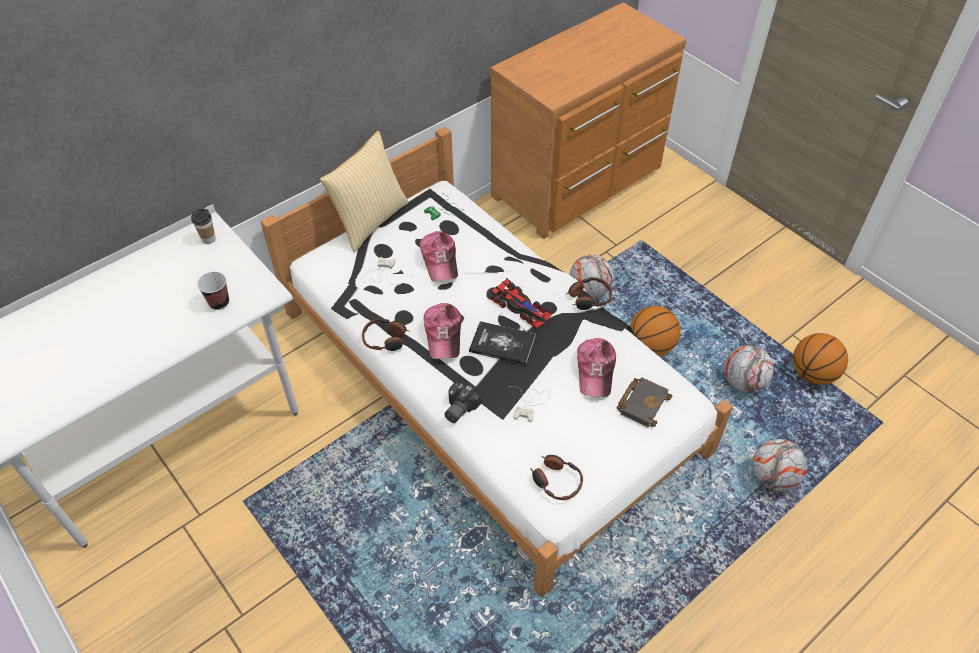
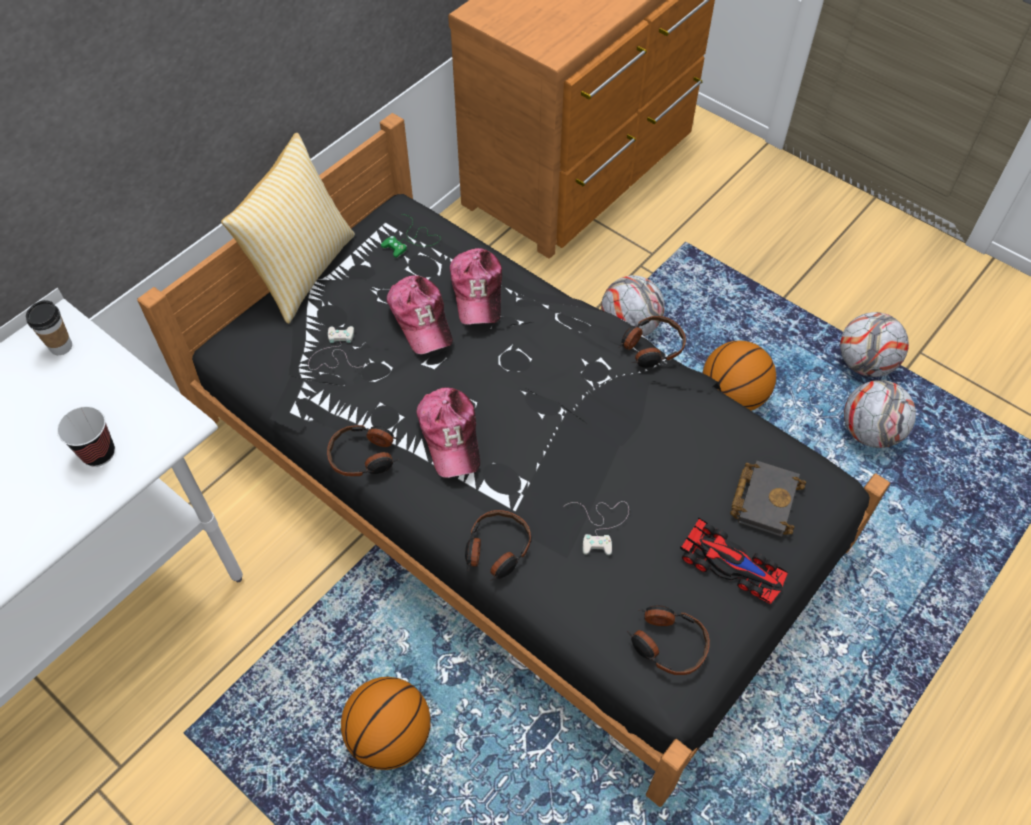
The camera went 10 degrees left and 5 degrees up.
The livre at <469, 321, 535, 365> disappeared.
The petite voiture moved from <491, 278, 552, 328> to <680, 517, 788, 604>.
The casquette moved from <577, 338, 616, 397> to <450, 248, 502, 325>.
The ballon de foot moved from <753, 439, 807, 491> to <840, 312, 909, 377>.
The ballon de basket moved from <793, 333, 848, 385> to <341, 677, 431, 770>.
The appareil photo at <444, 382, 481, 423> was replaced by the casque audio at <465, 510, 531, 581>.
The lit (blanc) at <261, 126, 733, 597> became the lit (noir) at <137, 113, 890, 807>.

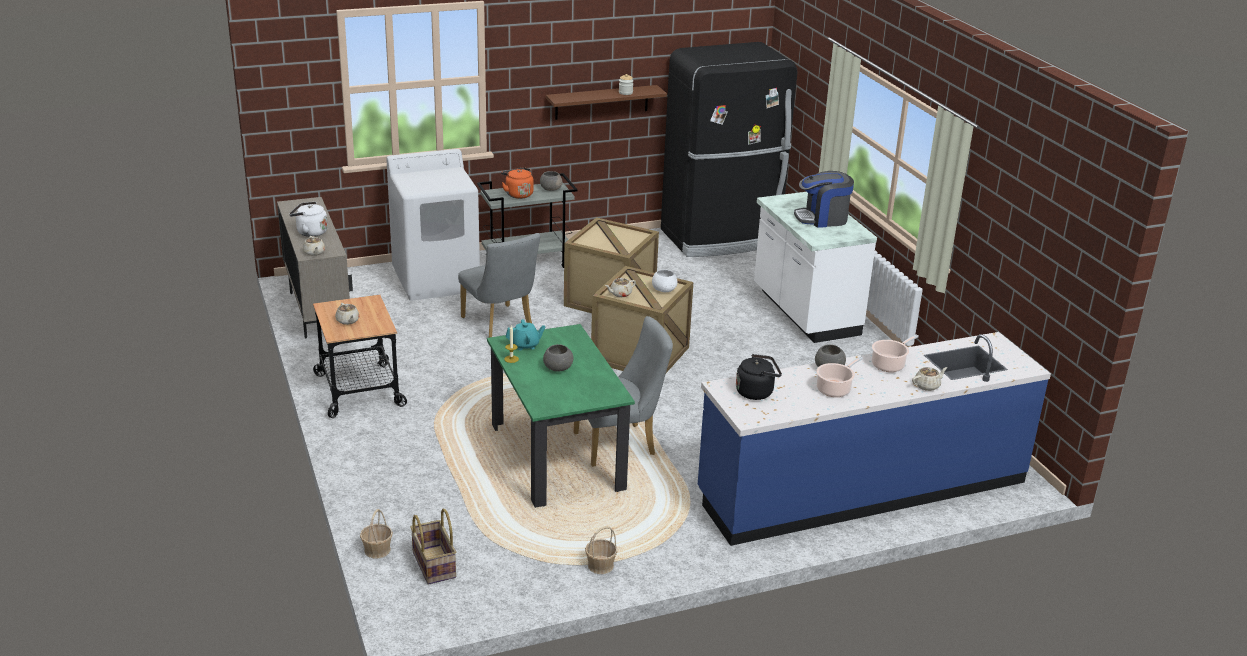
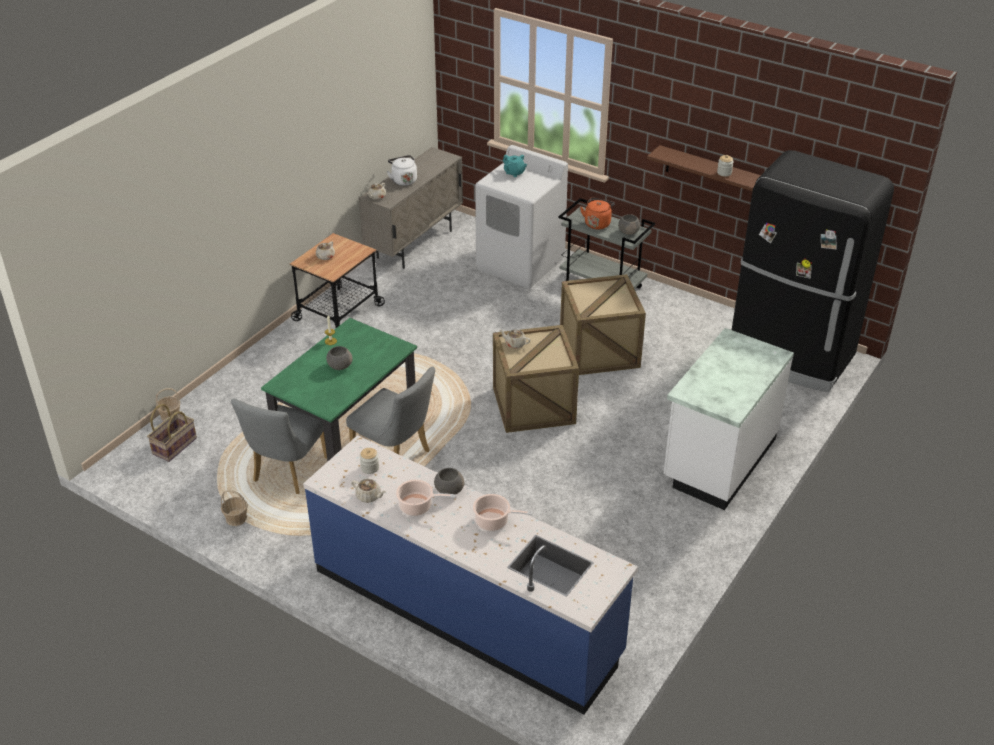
The camera went 55 degrees right and 10 degrees up.
The bol (blanc) at <652, 269, 678, 292> disappeared.
The machine à café at <794, 171, 854, 228> disappeared.
The chaise (gris) moved from <458, 233, 540, 338> to <231, 399, 327, 494>.
The théière (turquoise) moved from <506, 319, 546, 351> to <503, 155, 527, 177>.
The théière (beige) moved from <912, 367, 948, 391> to <351, 479, 386, 503>.
The bouilloire (noir) at <736, 354, 782, 400> was replaced by the bocal at <360, 448, 379, 474>.

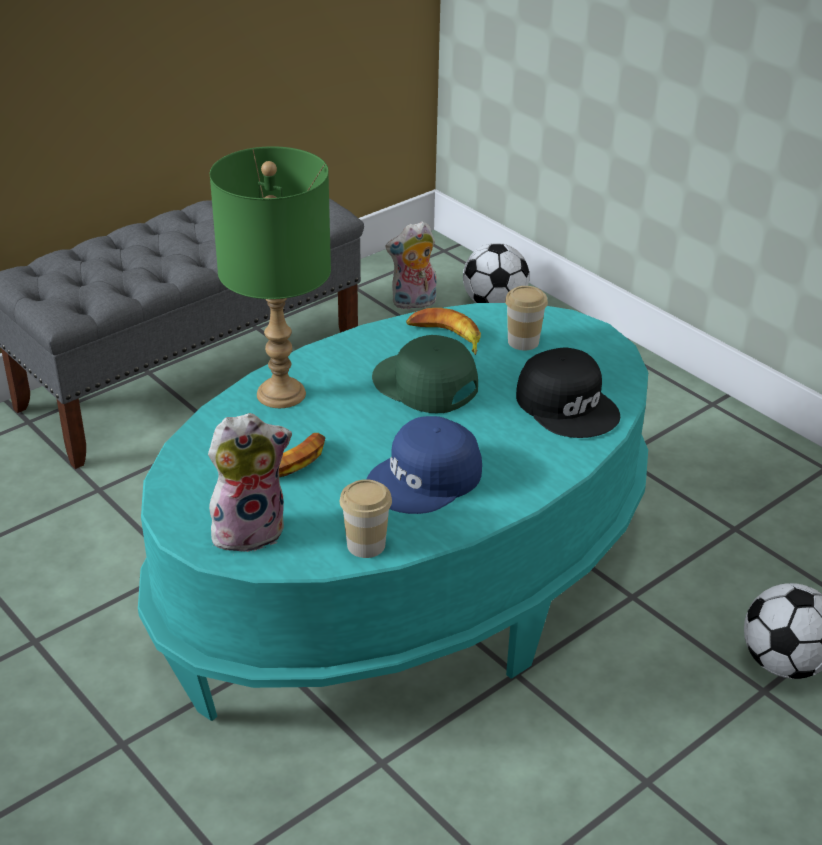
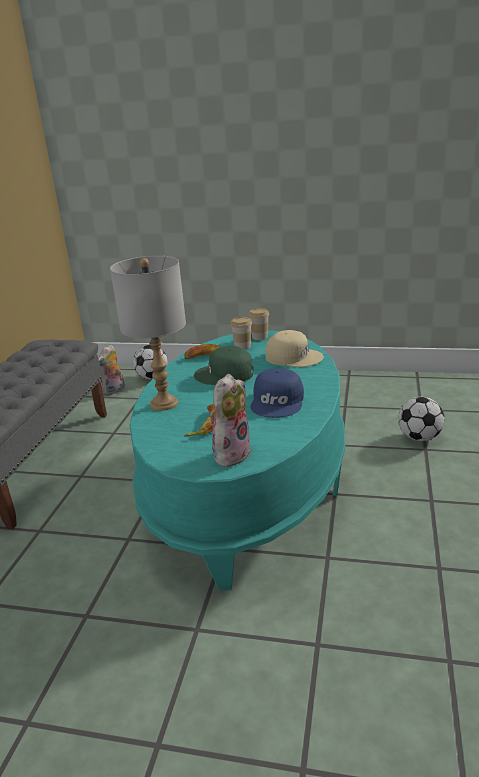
The camera went 35 degrees left and 10 degrees down.
The tasse moved from <340, 479, 392, 558> to <248, 308, 269, 340>.
The lampe de table (vert) at <210, 146, 331, 408> became the lampe de table (gris) at <110, 256, 186, 411>.
The casquette (noir) at <516, 347, 620, 438> became the casquette (beige) at <266, 330, 324, 367>.

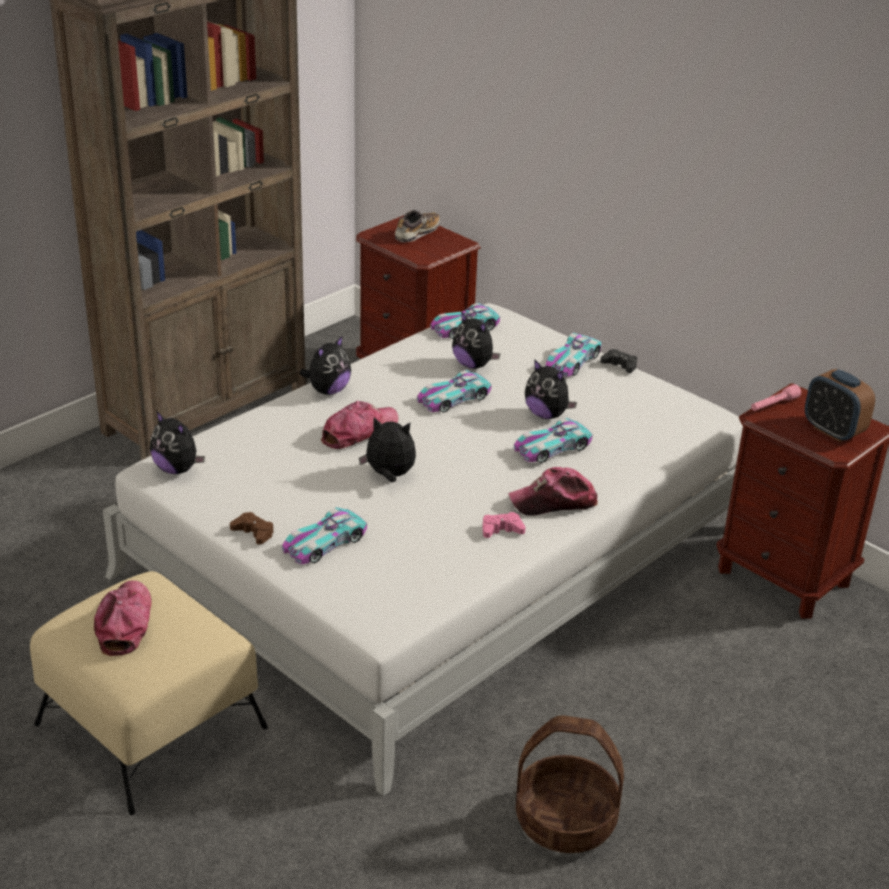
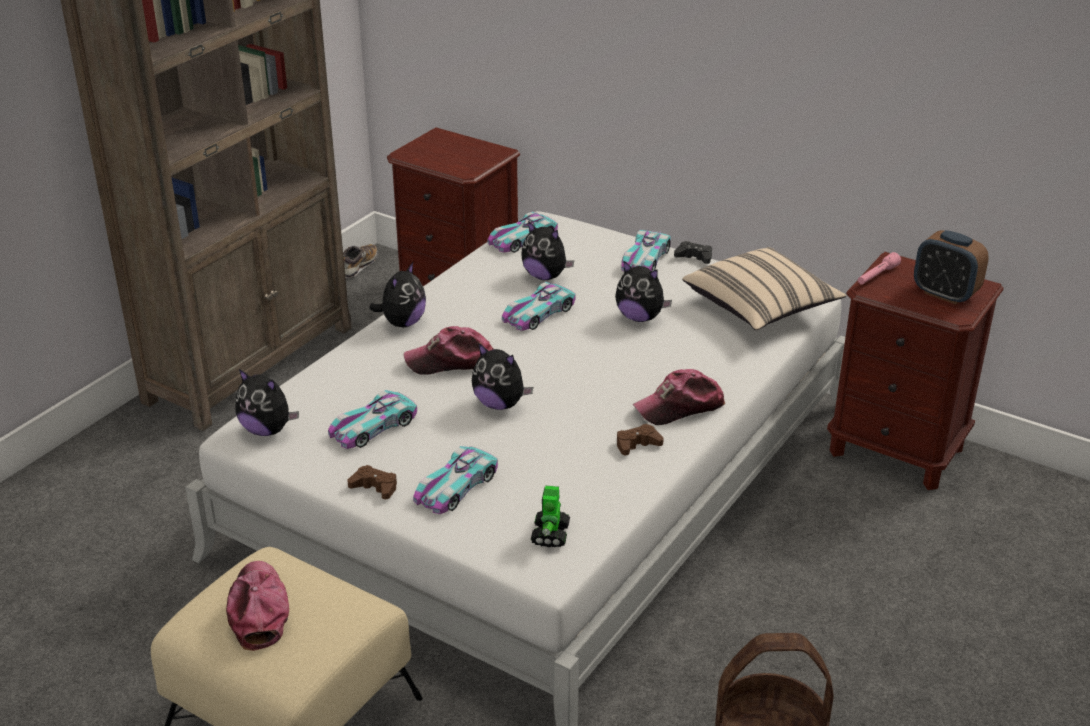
The camera went 10 degrees left and 0 degrees up.
The robot jouet at <531, 486, 570, 547> appeared.
The coussin (beige) at <682, 247, 846, 330> appeared.
The chaussure moved from <395, 210, 440, 242> to <343, 244, 378, 278>.
The petite voiture moved from <514, 418, 593, 463> to <328, 390, 417, 449>.
The manette (rose) at <482, 512, 526, 538> became the manette (marron) at <617, 424, 664, 455>.
The casquette at <321, 401, 398, 449> turned 135 degrees counterclockwise.
The peluche at <359, 417, 416, 482> turned 150 degrees counterclockwise.

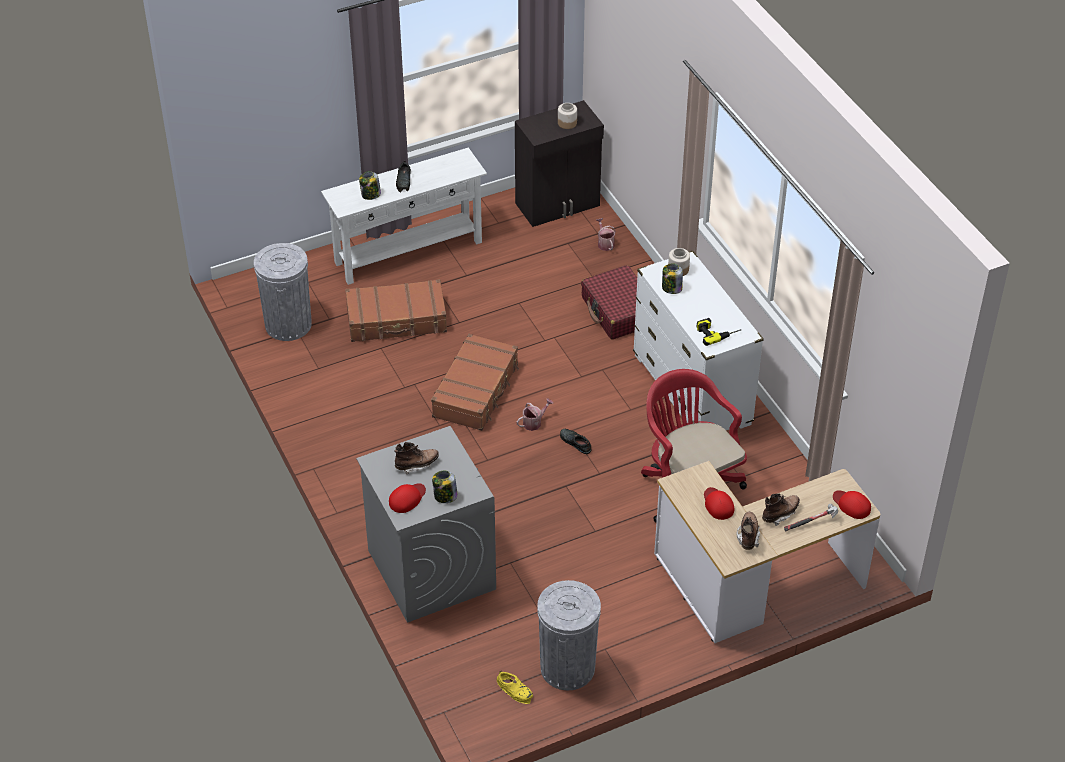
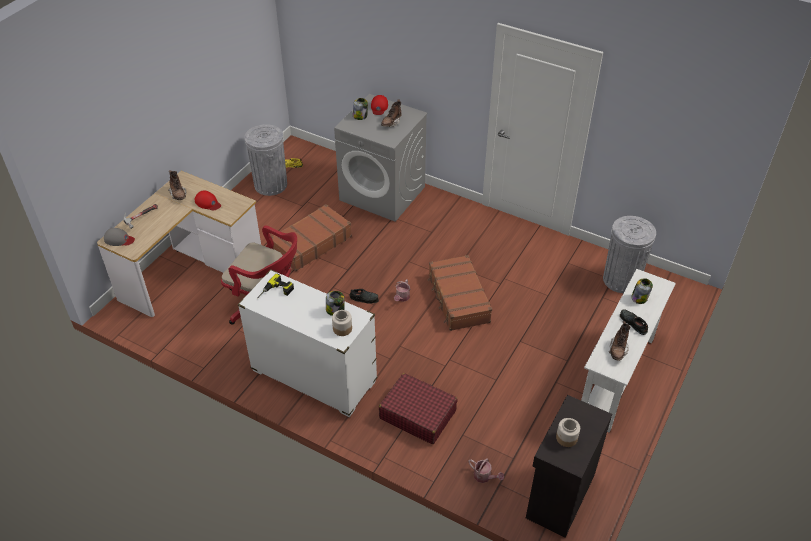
The camera went 145 degrees right and 0 degrees up.
The valise (marron) moved from <345, 279, 447, 342> to <271, 204, 352, 271>.
The botte (marron) moved from <762, 494, 800, 526> to <609, 321, 630, 361>.
The casquette (rouge) at <833, 490, 871, 519> became the casquette (gris) at <104, 228, 135, 246>.

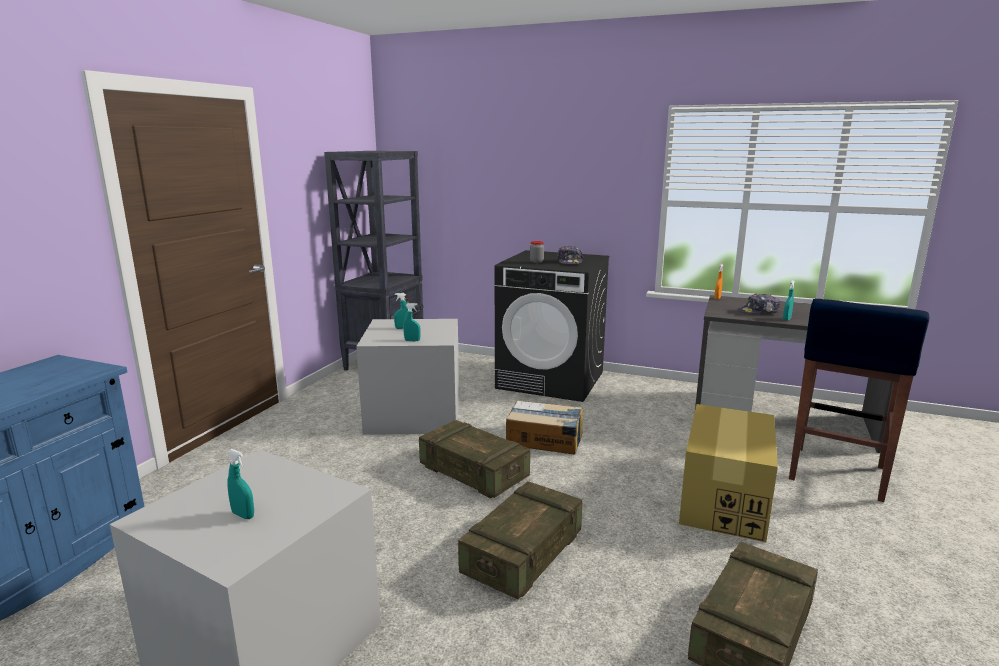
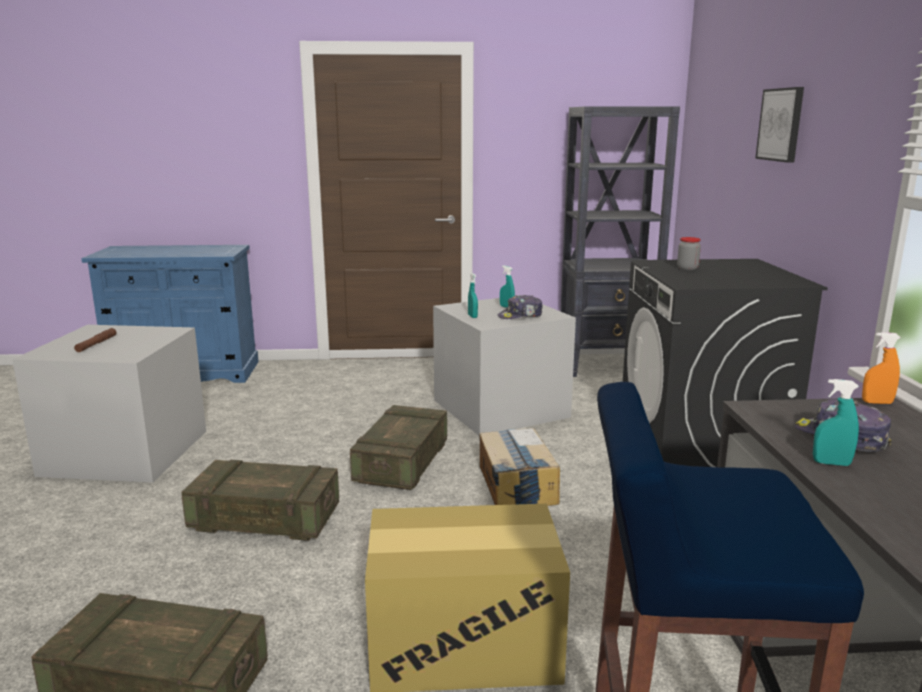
The camera went 65 degrees right and 0 degrees up.
The tableau at <755, 87, 804, 163> appeared.
The casquette moved from <557, 245, 583, 264> to <498, 295, 543, 319>.
The vaporisateur (turquoise) at <227, 449, 254, 519> was replaced by the lampe de poche (marron) at <74, 328, 117, 352>.

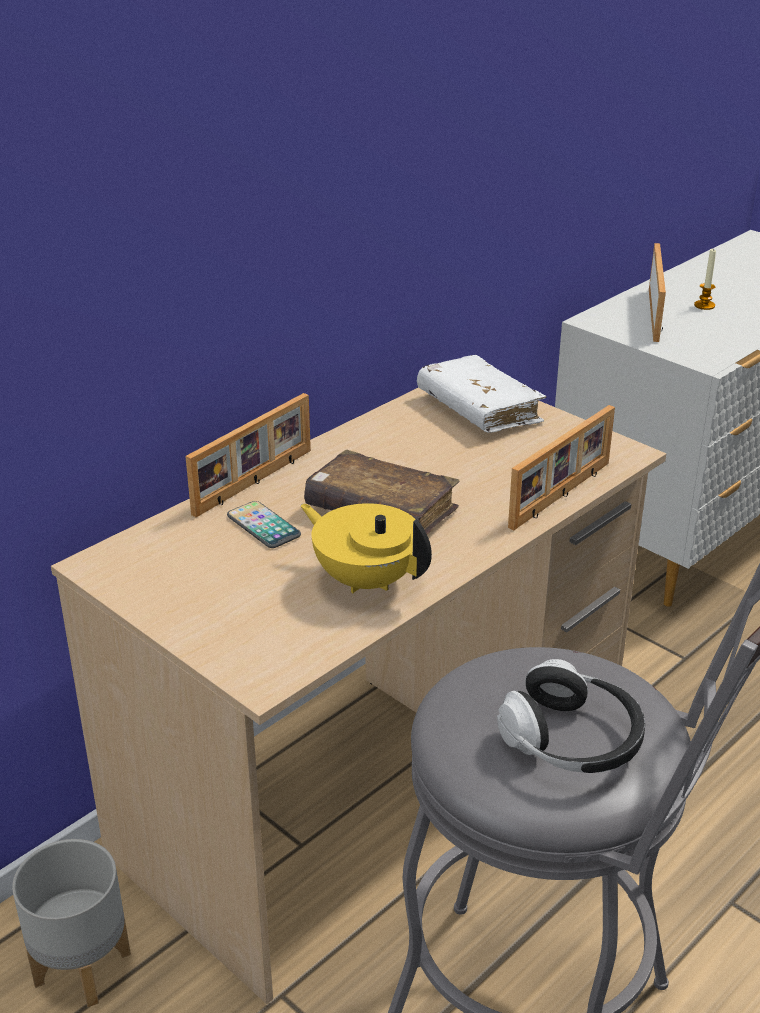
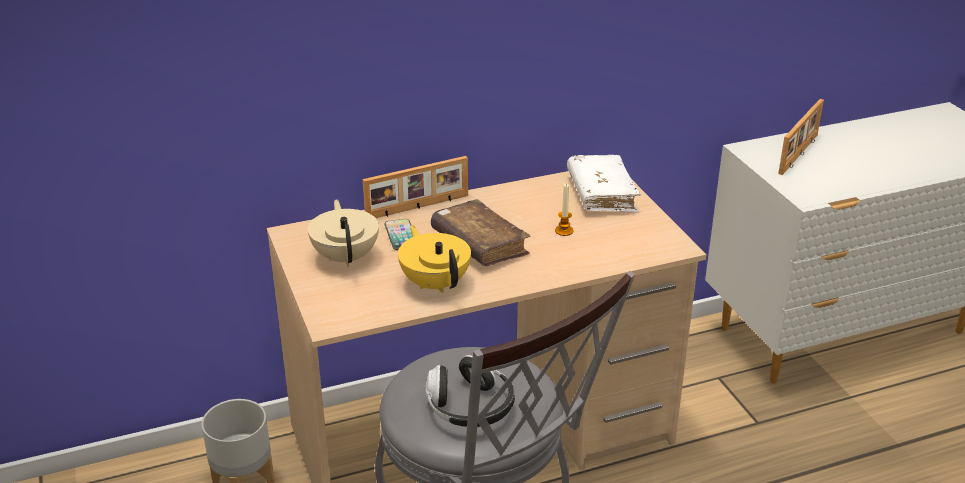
The camera went 25 degrees right and 0 degrees up.
The cadre photo at <508, 405, 615, 530> disappeared.
The théière (beige) at <308, 200, 379, 267> appeared.
The bougie moved from <694, 248, 716, 310> to <555, 183, 574, 236>.

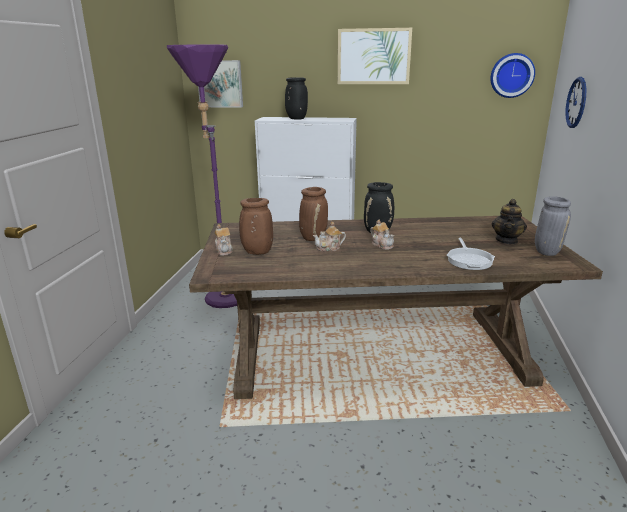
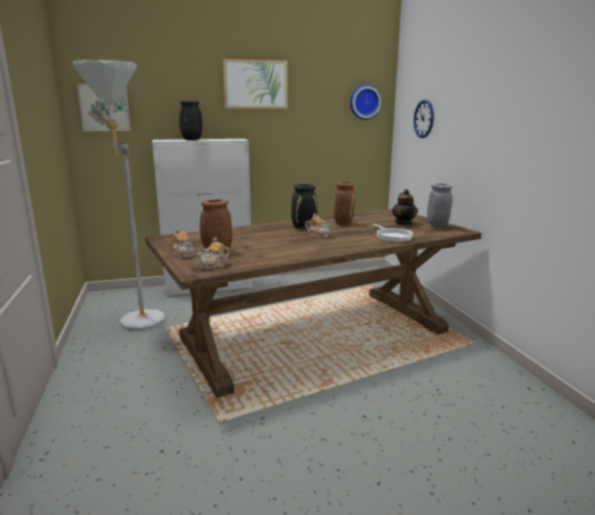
The camera went 25 degrees left and 5 degrees down.
The vase (marron) moved from <299, 187, 328, 241> to <334, 182, 356, 225>.
The théière moved from <313, 222, 346, 251> to <197, 237, 230, 270>.
The lampadaire (violet) at <167, 44, 237, 308> became the lampadaire (gris) at <72, 60, 165, 330>.

